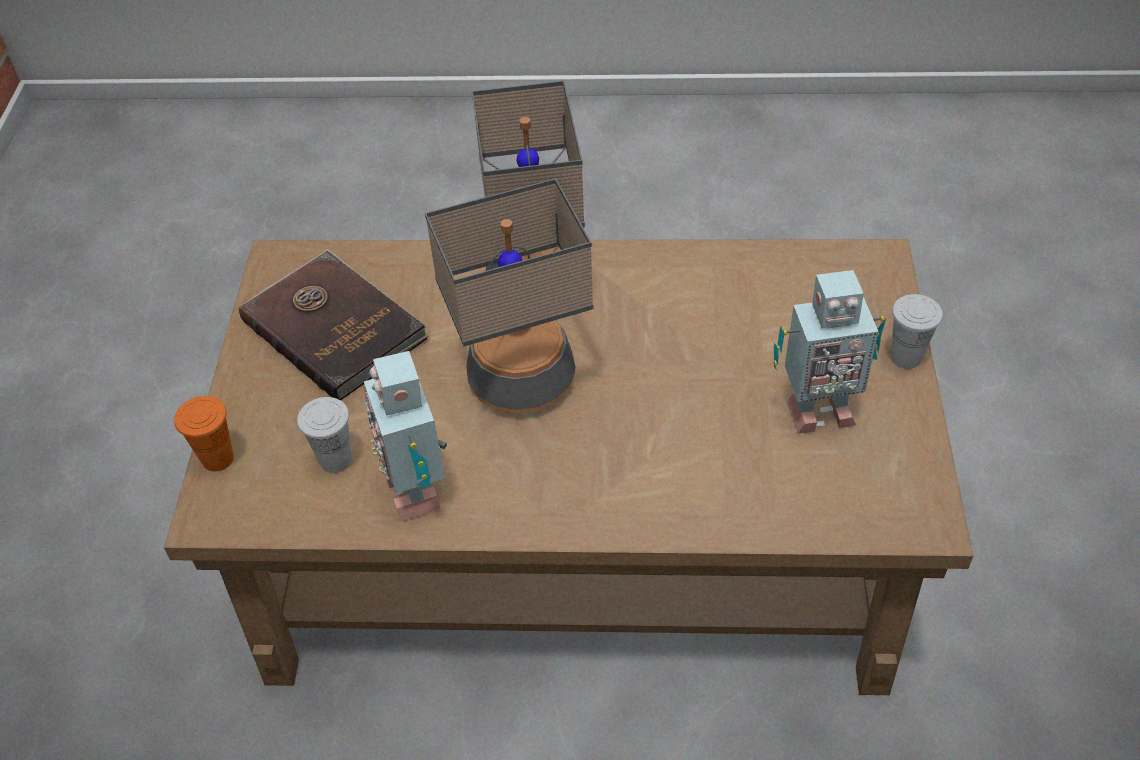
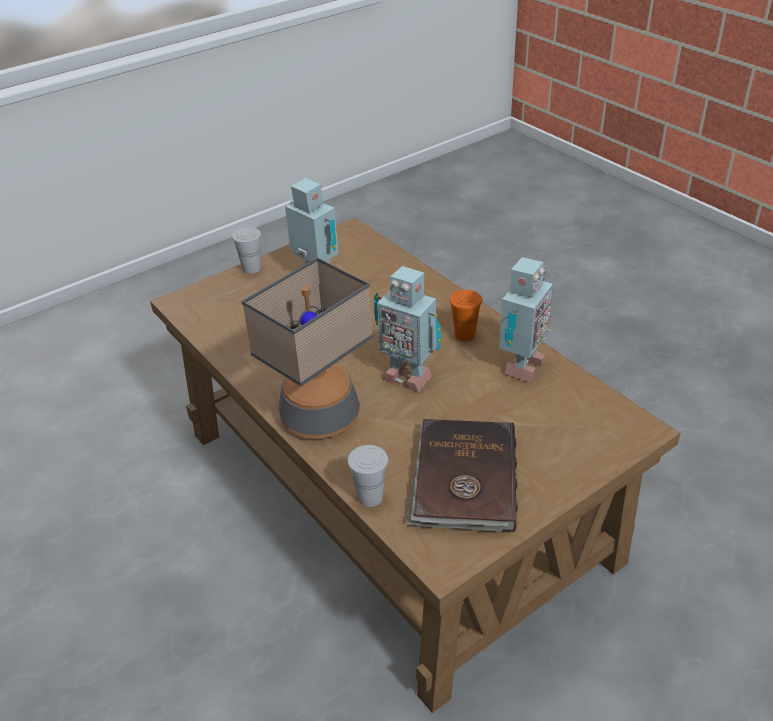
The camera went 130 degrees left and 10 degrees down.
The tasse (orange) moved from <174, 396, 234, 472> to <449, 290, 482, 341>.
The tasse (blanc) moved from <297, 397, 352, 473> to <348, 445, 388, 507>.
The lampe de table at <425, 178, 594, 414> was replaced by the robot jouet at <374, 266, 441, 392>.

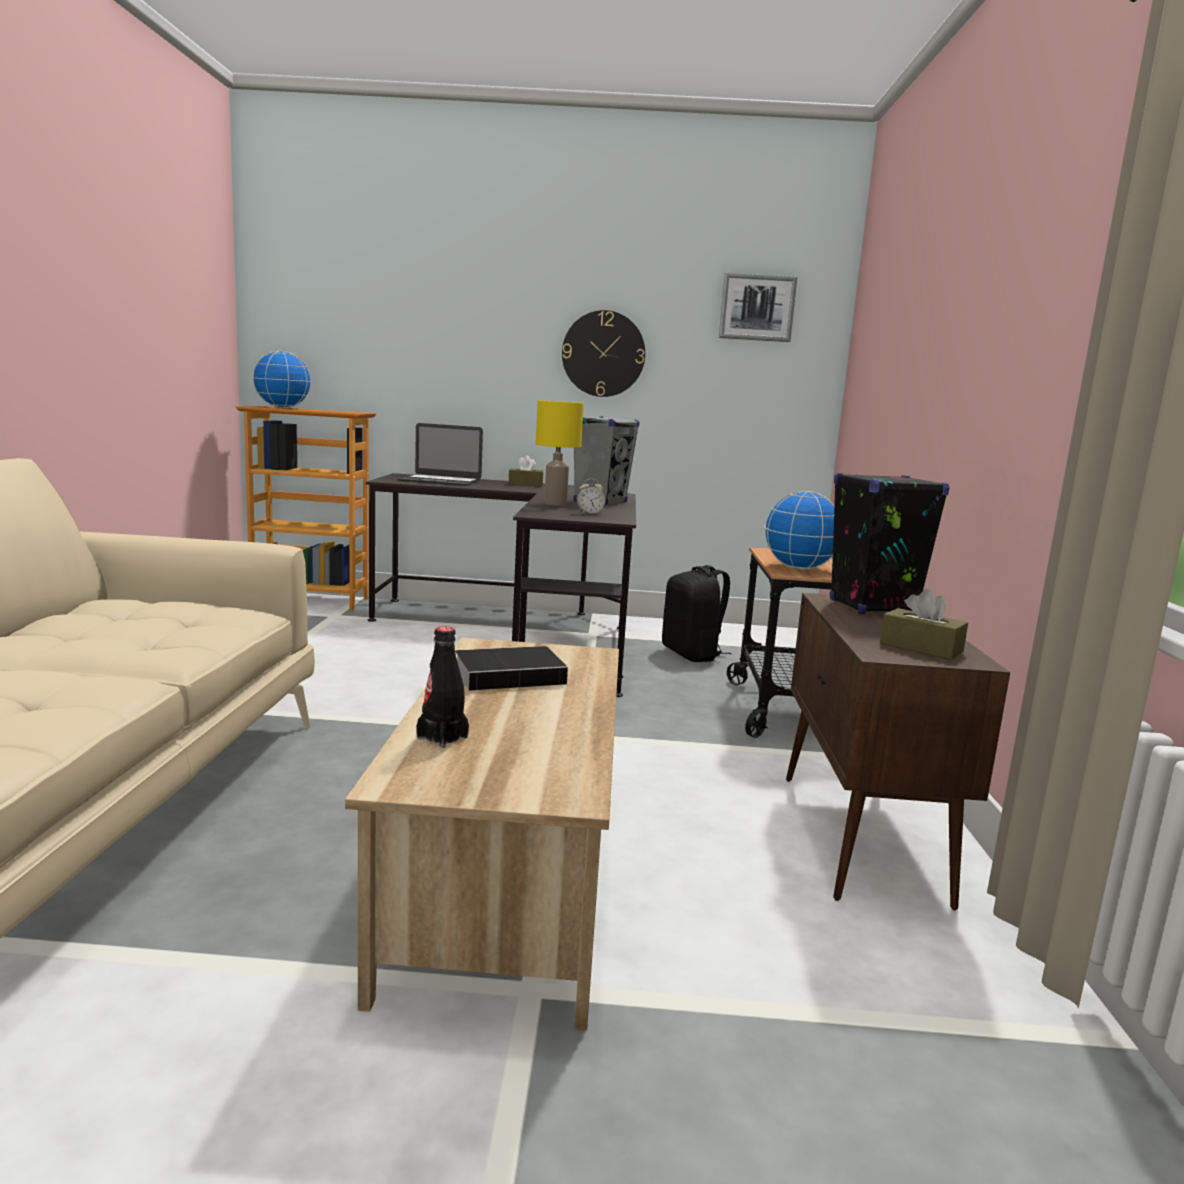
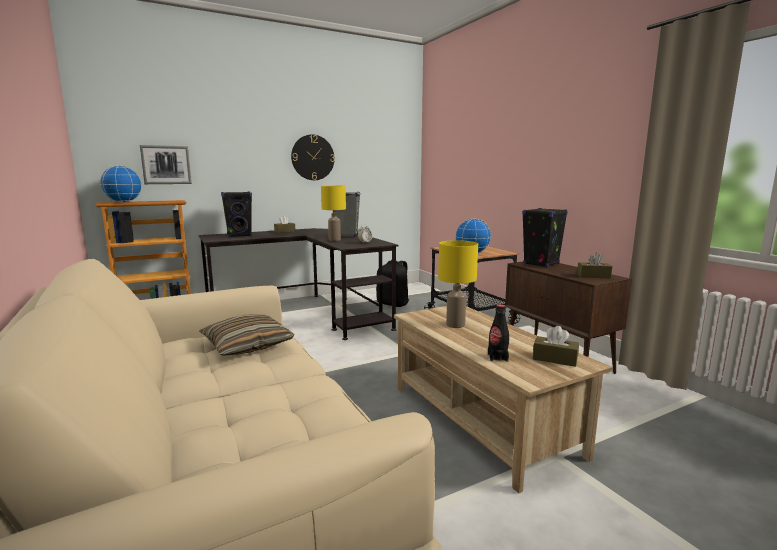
The camera went 30 degrees left and 0 degrees up.
The coussin at <199, 314, 294, 356> appeared.
The boîte à mouchoirs (marron) at <533, 326, 579, 367> appeared.
The tableau moved from <719, 273, 797, 342> to <140, 145, 192, 184>.
The ordinateur portable at <397, 423, 483, 486> was replaced by the enceinte (noir) at <221, 191, 252, 237>.
The livre at <455, 646, 580, 691> was replaced by the lampe de table (jaune) at <438, 240, 478, 328>.

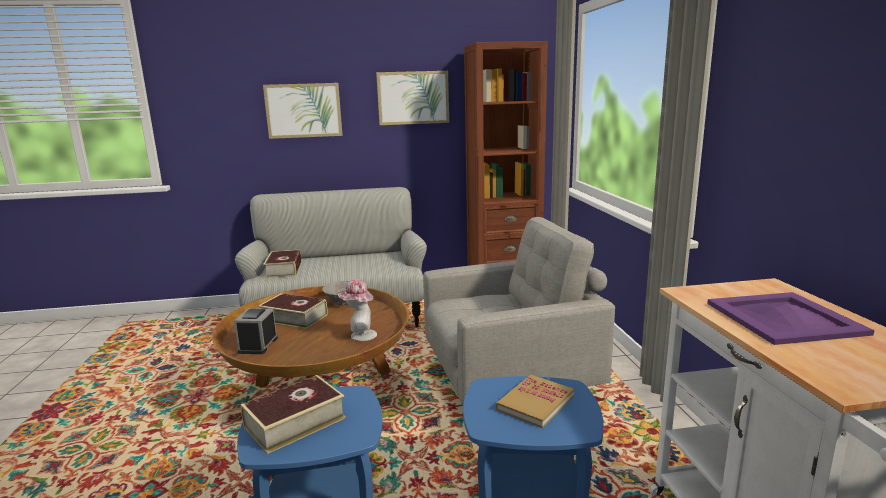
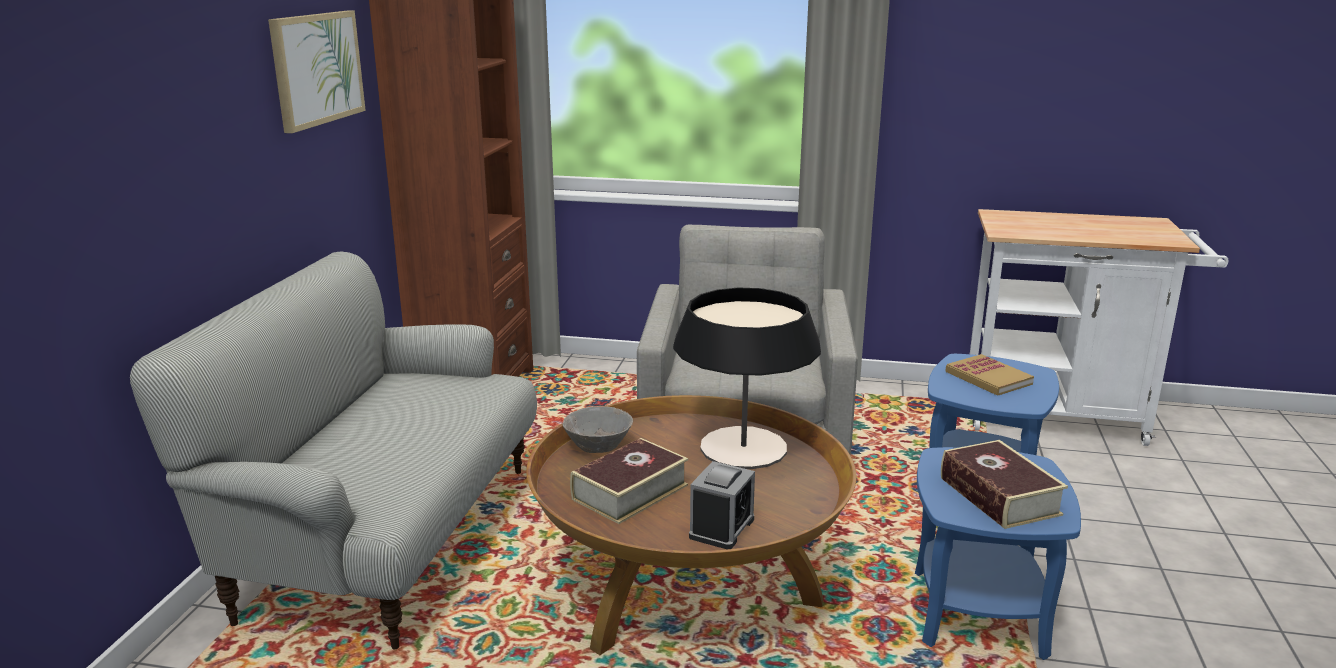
The camera went 70 degrees left and 5 degrees up.
The tableau at <263, 83, 343, 139> disappeared.
The livre at <263, 250, 301, 278> disappeared.
The plateau (violet) at <707, 292, 875, 345> disappeared.
The chapeau at <337, 279, 377, 341> was replaced by the lampe de table at <673, 288, 821, 469>.
The réveil at <234, 308, 278, 354> turned 90 degrees counterclockwise.

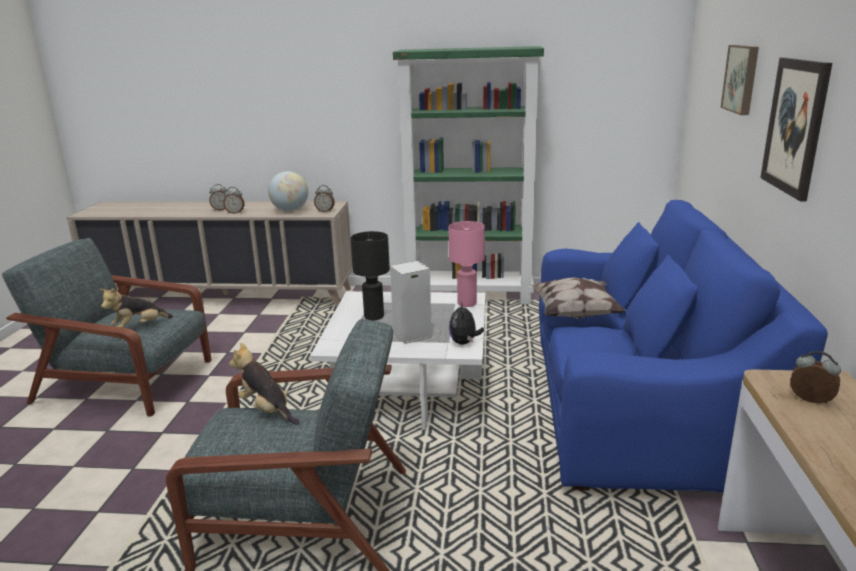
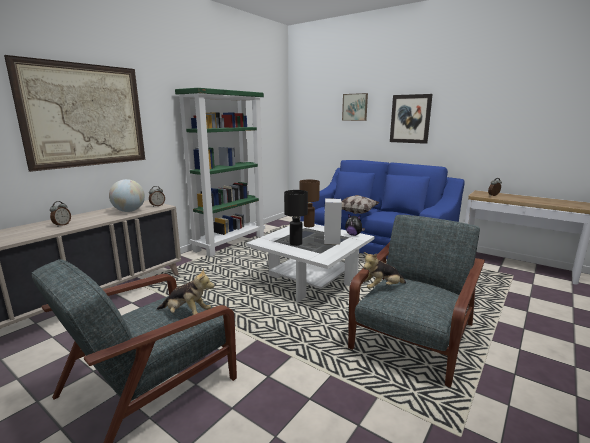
The camera went 60 degrees left and 5 degrees down.
The réveil at <223, 187, 245, 214> disappeared.
The tableau at <4, 55, 145, 172> appeared.
The lampe de table (rose) at <449, 221, 485, 307> became the lampe de table (marron) at <299, 179, 320, 227>.
The peluche at <100, 288, 173, 328> turned 60 degrees counterclockwise.

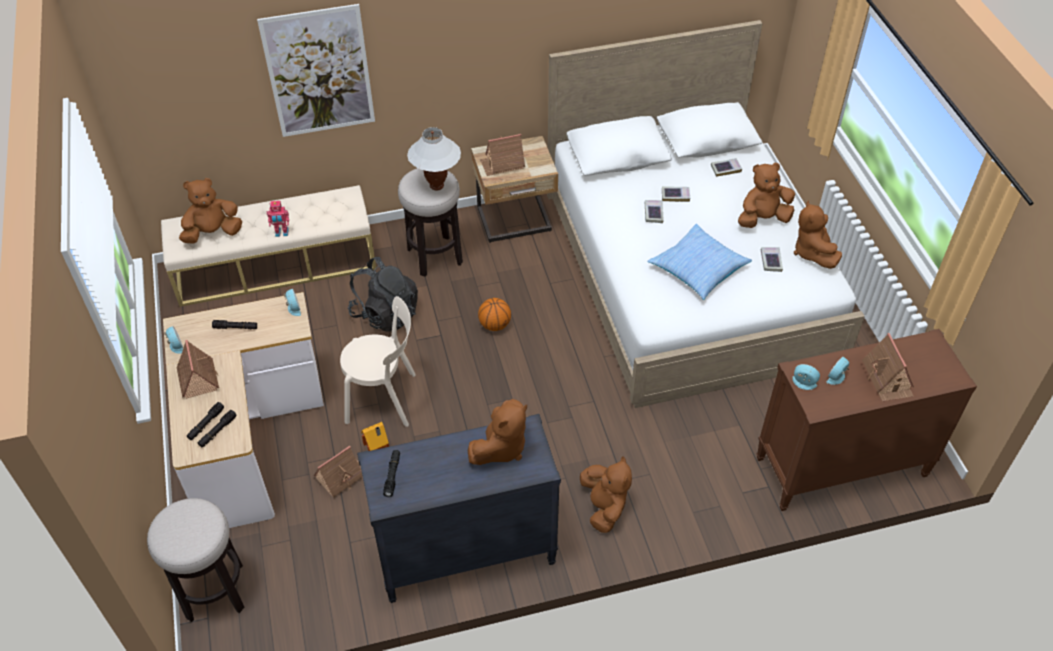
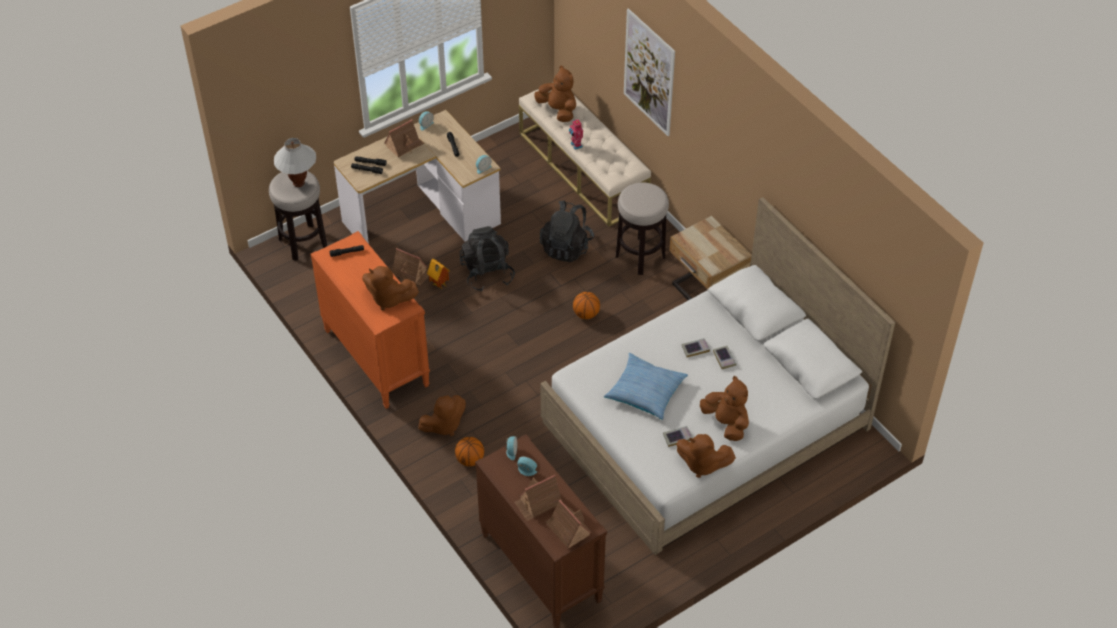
The camera went 70 degrees right and 0 degrees up.
The livre at <711, 158, 742, 177> disappeared.
The ballon de basket at <455, 437, 484, 466> appeared.
The lampe de table (blanc) moved from <407, 127, 461, 191> to <274, 138, 316, 187>.
The maison miniature moved from <480, 134, 525, 176> to <545, 500, 592, 548>.
The chaise (beige) at <340, 296, 416, 427> was replaced by the sac à dos (noir) at <459, 226, 515, 291>.
The commode (noir) at <357, 414, 561, 603> became the commode (orange) at <310, 231, 430, 409>.
The peluche (marron) at <794, 200, 842, 269> turned 135 degrees counterclockwise.

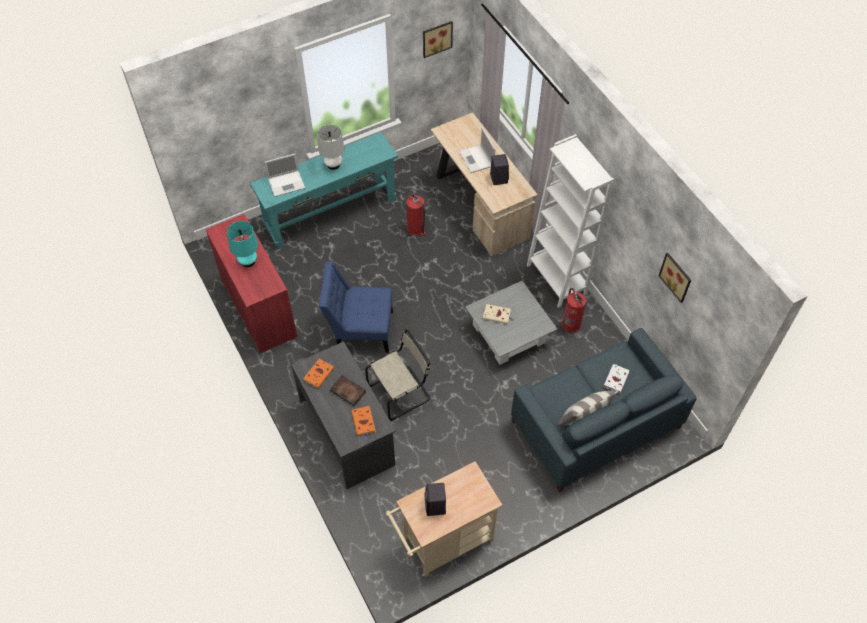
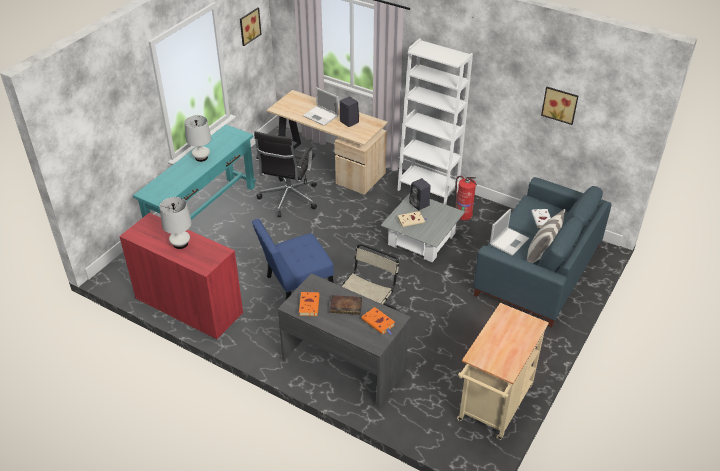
The camera went 30 degrees left and 15 degrees down.
The ordinateur portable moved from <264, 154, 305, 197> to <490, 209, 529, 256>.
The enceinte (noir) moved from <424, 483, 446, 516> to <409, 178, 431, 210>.
The extincteur at <407, 189, 426, 236> was replaced by the chaise de bureau (noir) at <254, 131, 317, 217>.
The lampe de table (turquoise) at <227, 221, 258, 267> became the lampe de table (blanc) at <160, 197, 192, 249>.

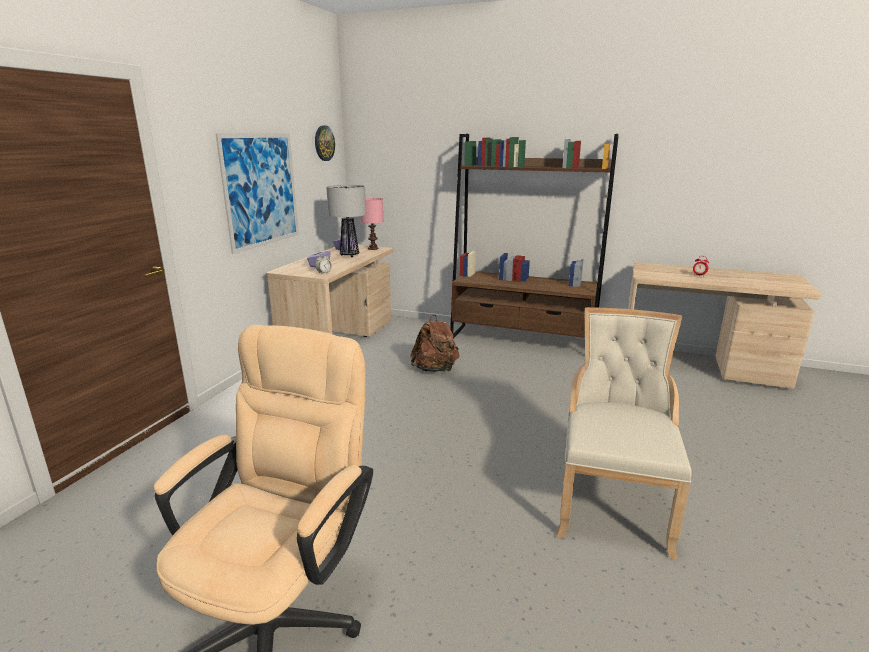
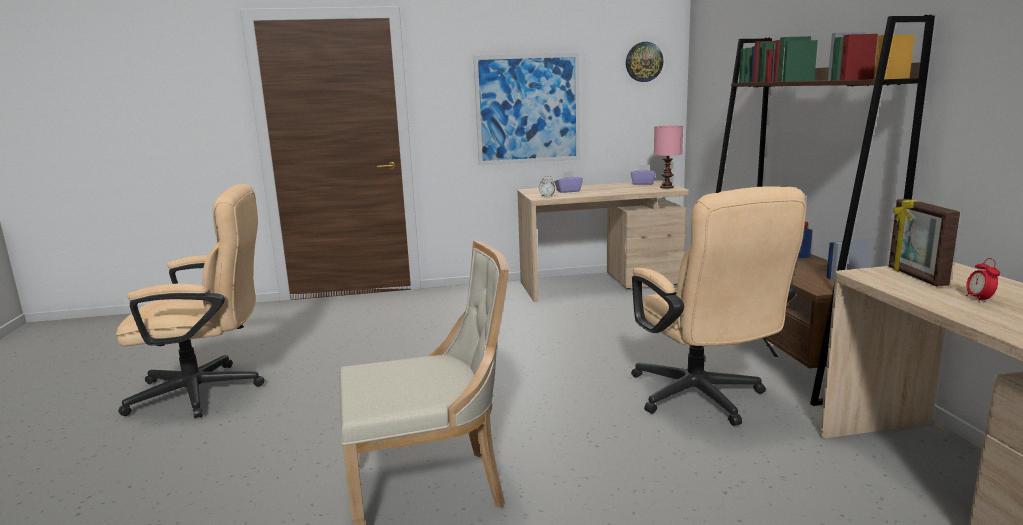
The camera went 60 degrees right and 5 degrees down.
The lampe de table at <326, 185, 366, 257> disappeared.
The sac à dos (marron) at <410, 315, 460, 372> disappeared.
The chaise de bureau (beige) at <631, 186, 806, 426> appeared.
The cadre photo at <889, 199, 960, 286> appeared.

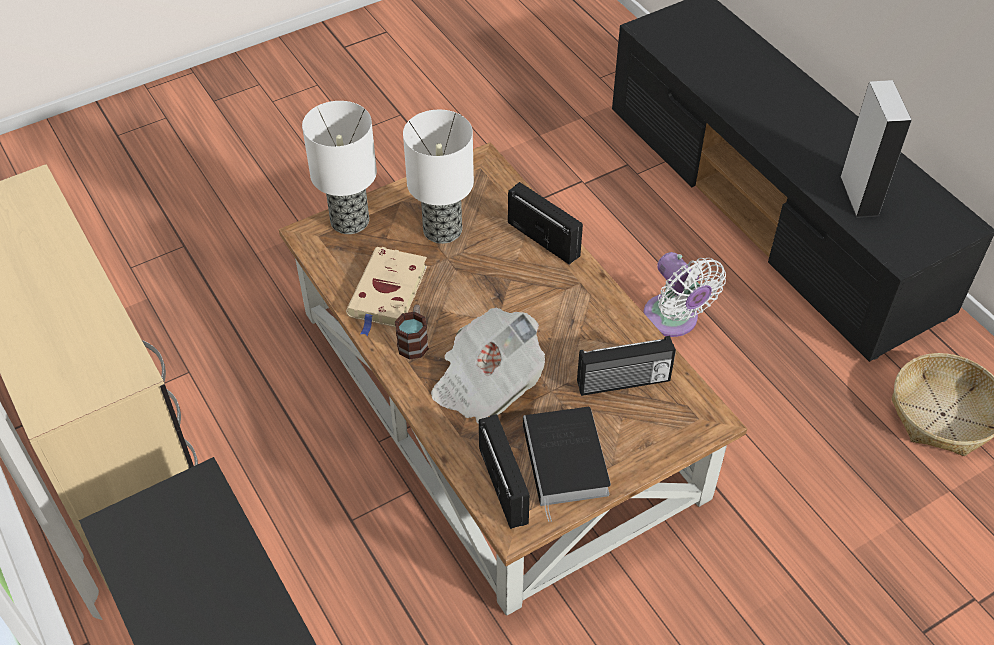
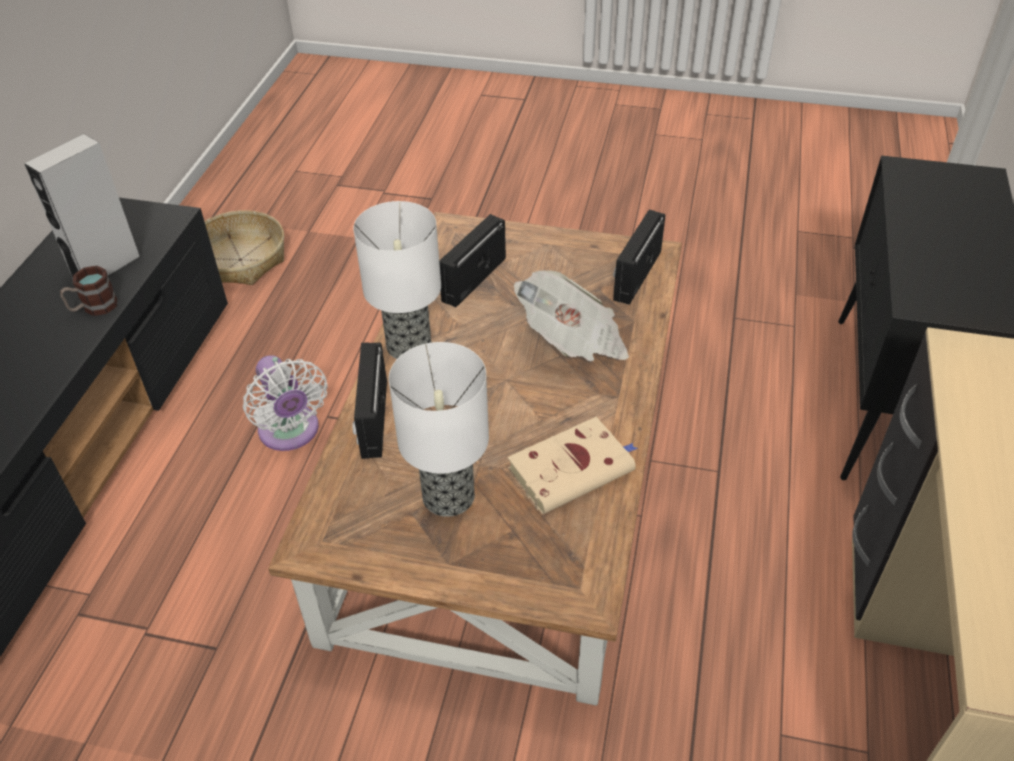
The camera went 135 degrees left and 5 degrees down.
The livre at <523, 407, 611, 522> disappeared.
The lampe de table moved from <302, 101, 377, 234> to <353, 201, 441, 359>.
The mug moved from <395, 304, 429, 360> to <60, 266, 117, 316>.
The radio at <577, 336, 676, 396> turned 90 degrees counterclockwise.
The ventilateur (blanc) at <643, 252, 726, 337> turned 135 degrees clockwise.

